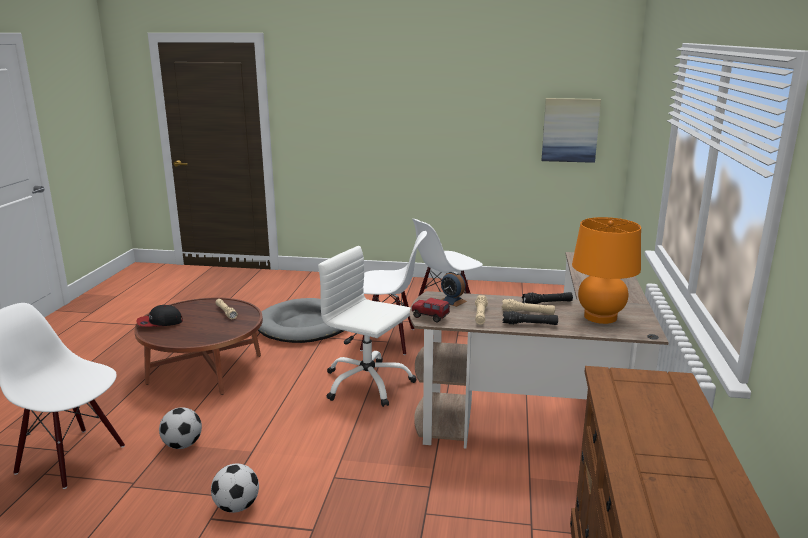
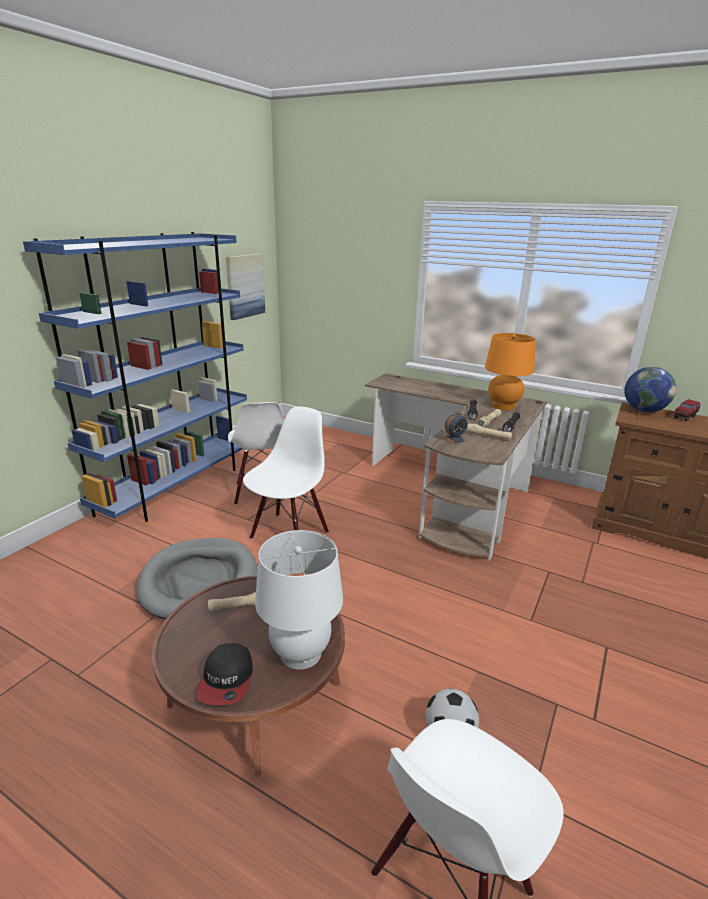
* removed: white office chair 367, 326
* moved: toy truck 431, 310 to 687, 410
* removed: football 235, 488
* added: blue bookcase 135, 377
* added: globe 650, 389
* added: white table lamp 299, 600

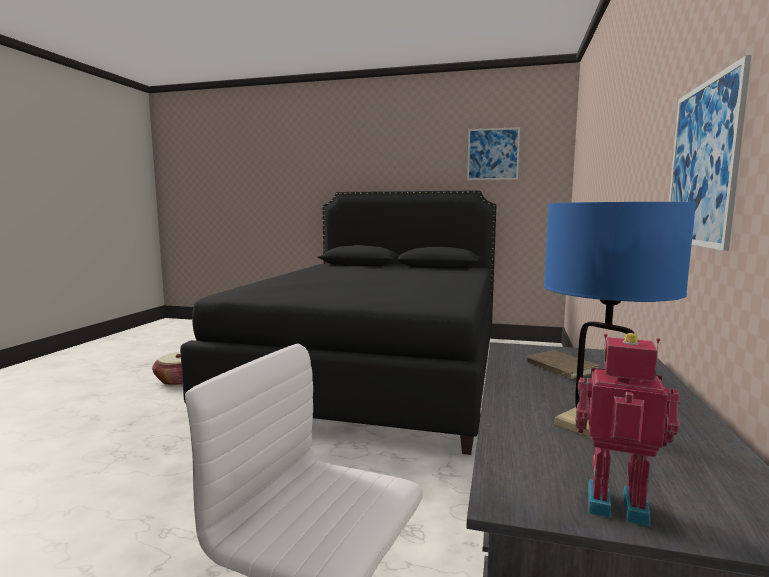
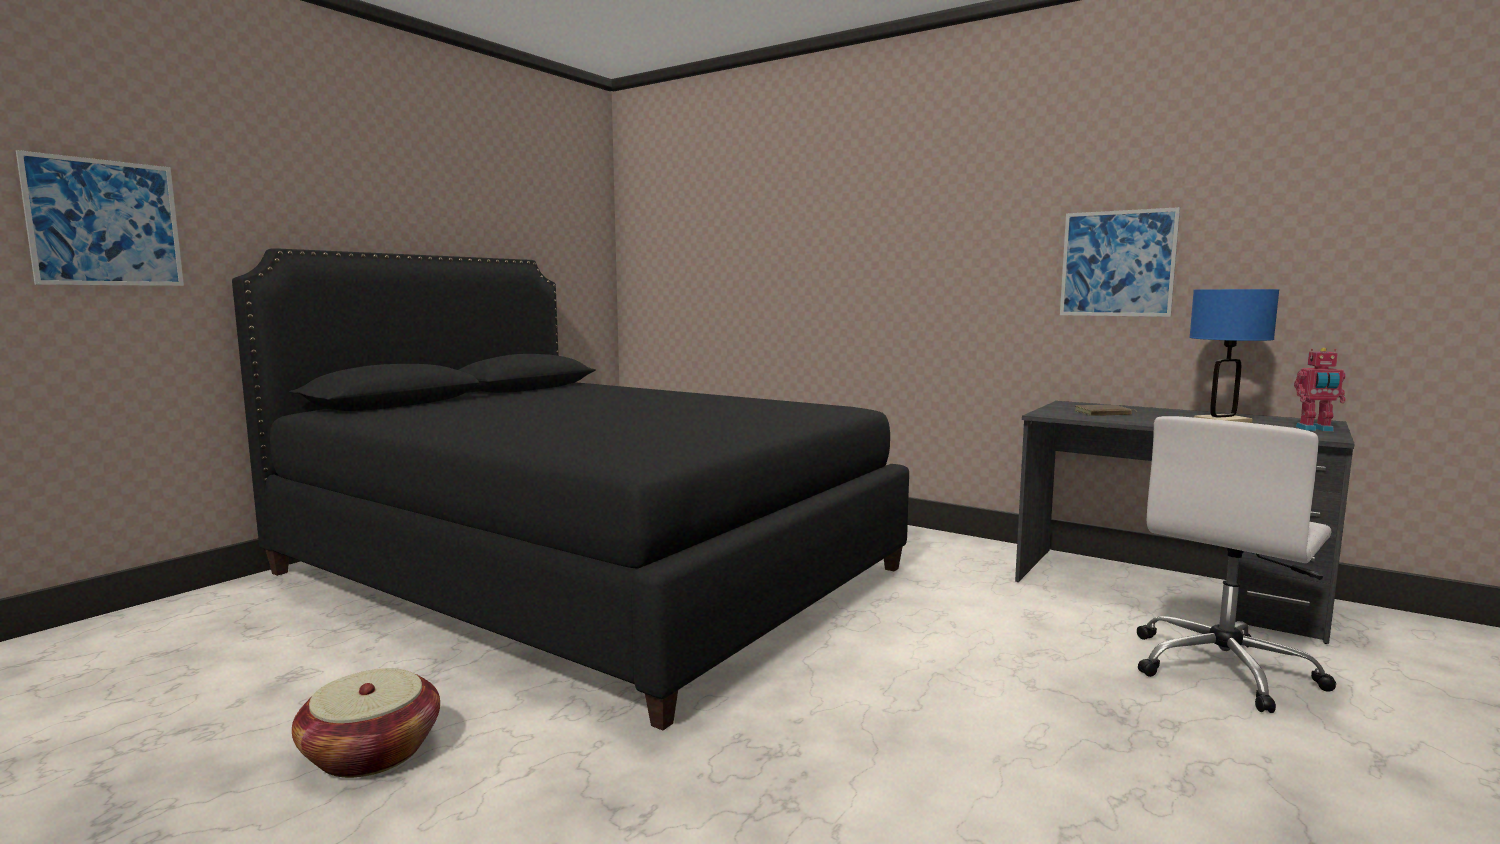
* moved: picture 493, 153 to 100, 218
* turned: toy robot 627, 430 = 1320, 390 120 degrees counterclockwise

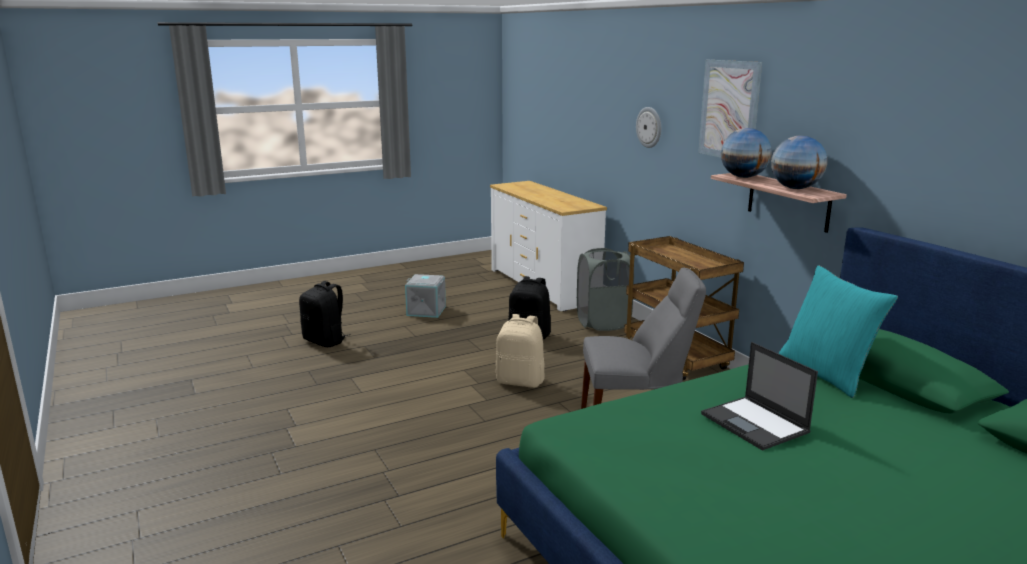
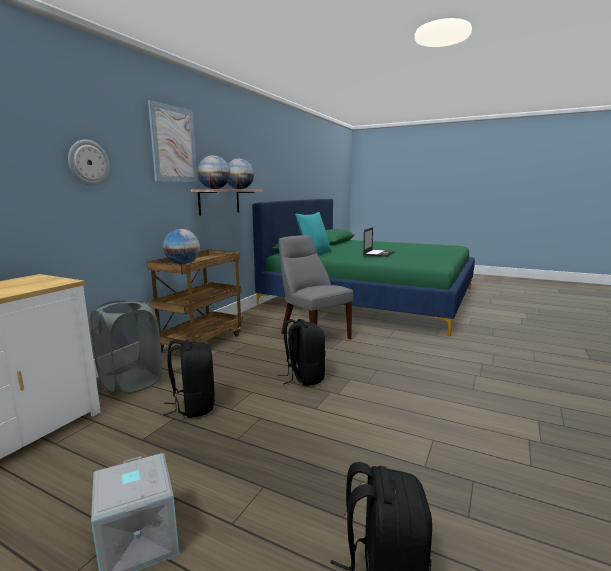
* recoloured: beige backpack 520, 351 to black backpack 302, 352
* added: globe 181, 246

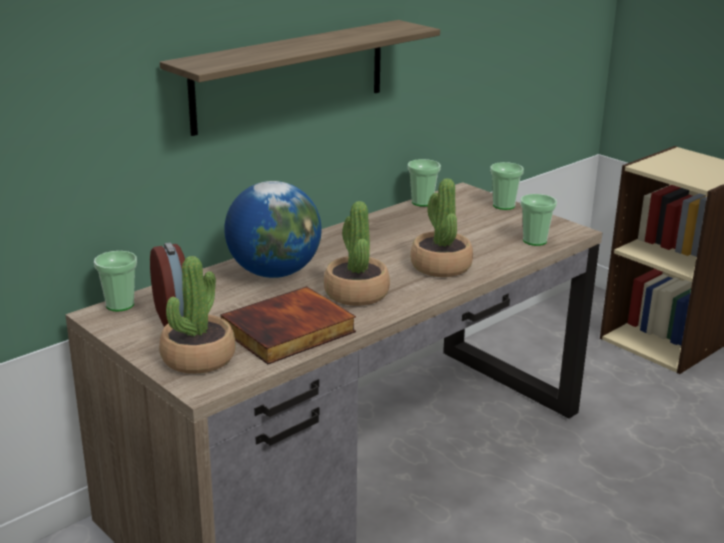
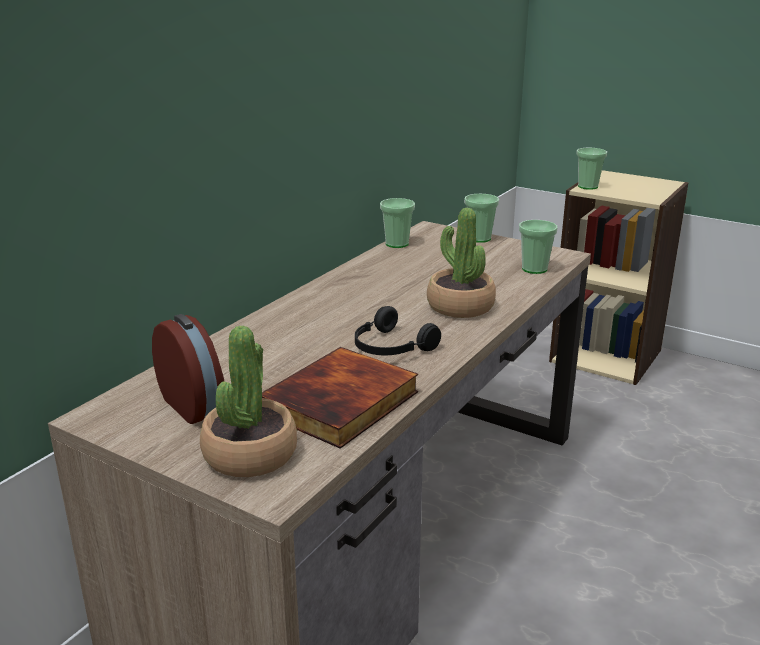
* removed: shelf 300, 78
* removed: globe 273, 229
* replaced: potted plant 357, 253 to black headphones 398, 330
* moved: cup 115, 281 to 591, 169

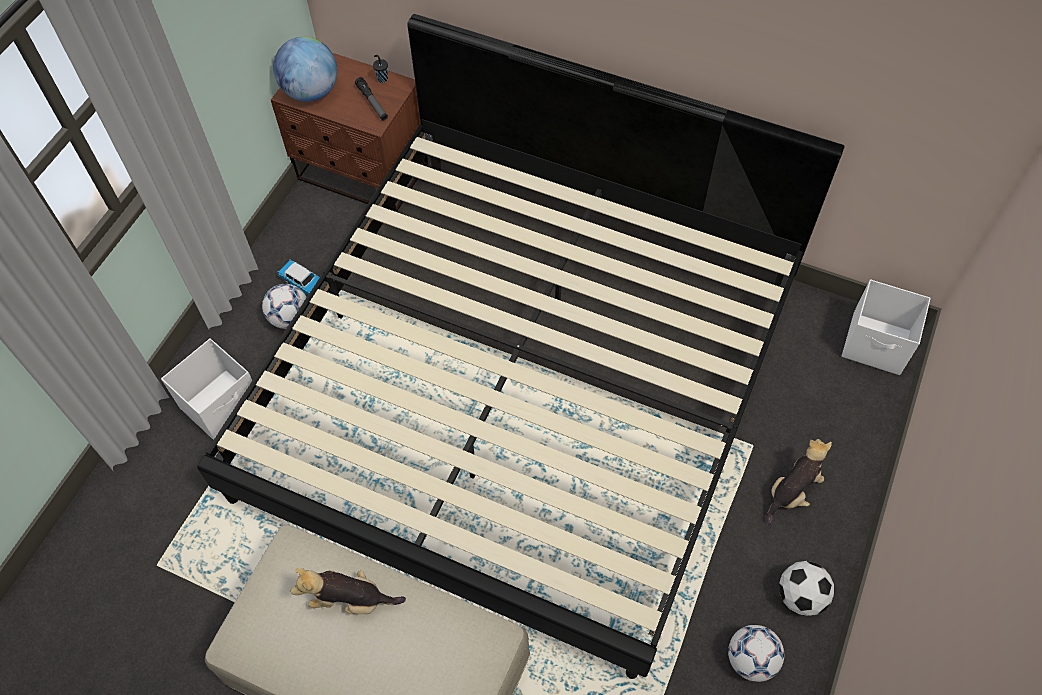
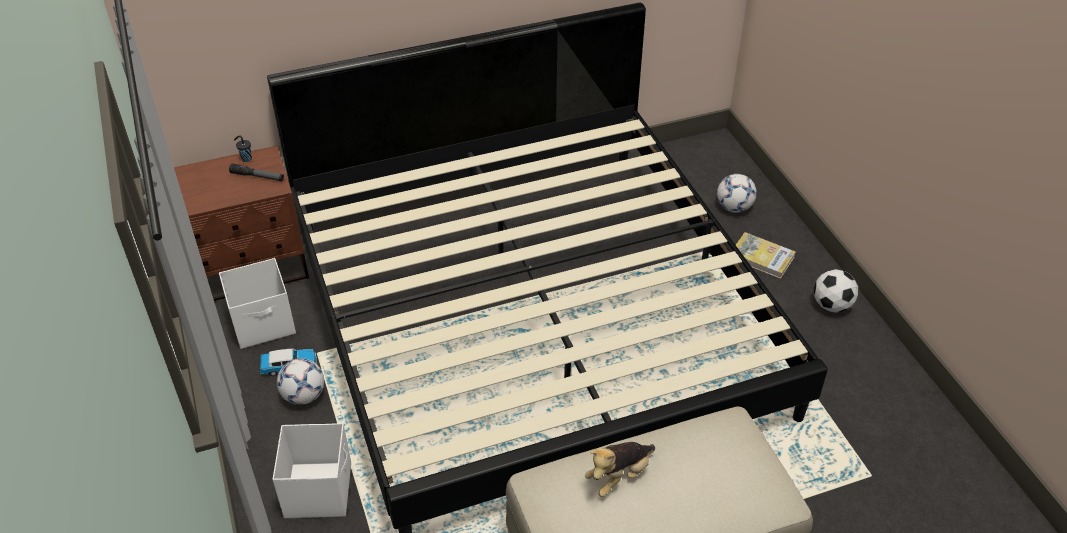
* removed: globe 305, 69
* moved: white storage box 886, 327 to 257, 303
* replaced: plush toy 799, 482 to book 766, 255
* moved: football 756, 653 to 737, 193

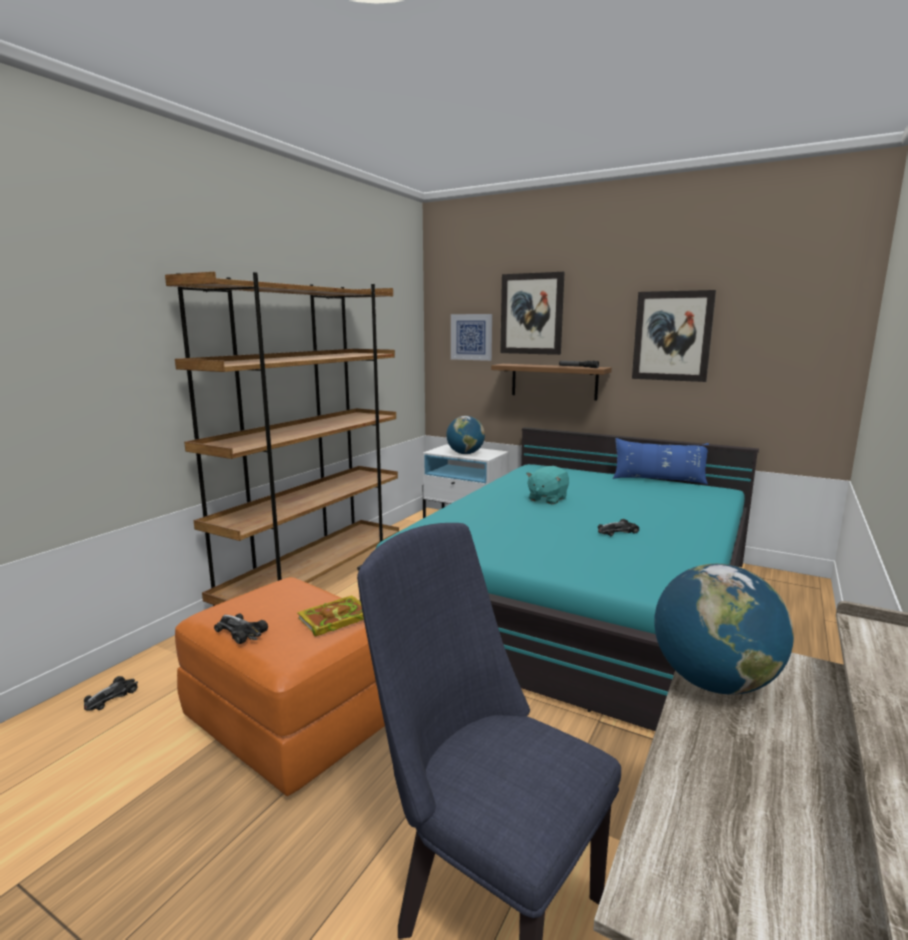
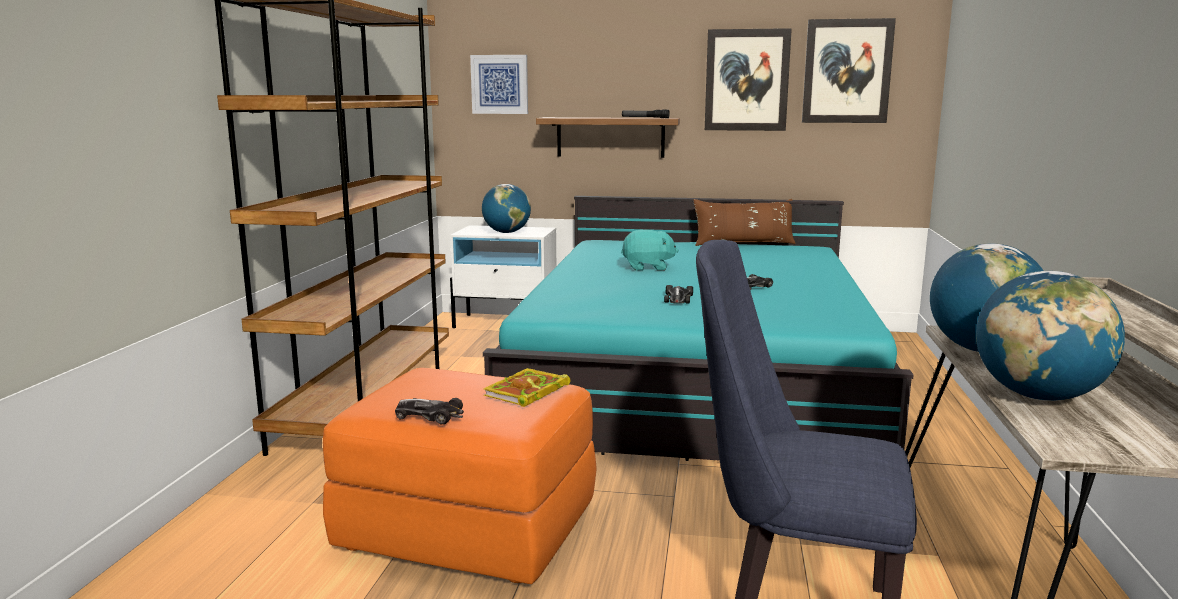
* moved: picture 532, 313 to 849, 70
* recoloured: blue pillow 661, 461 to brown pillow 744, 222
* turned: turquoise plush toy 547, 485 = 650, 250 105 degrees counterclockwise
* moved: toy car 111, 693 to 678, 294
* added: globe 1050, 336

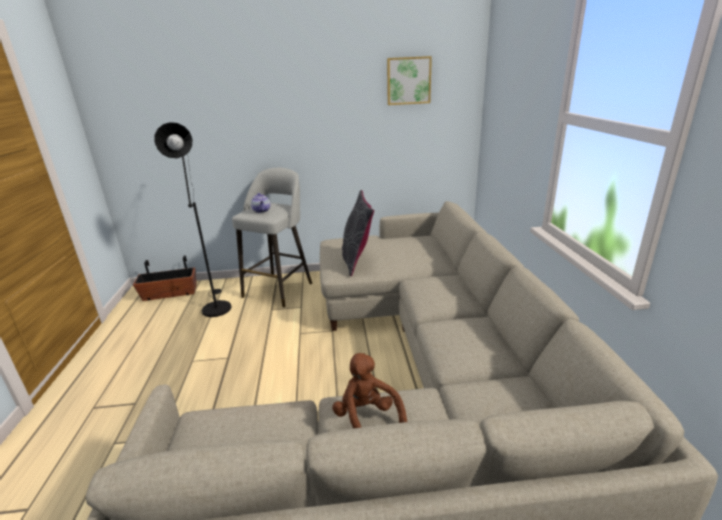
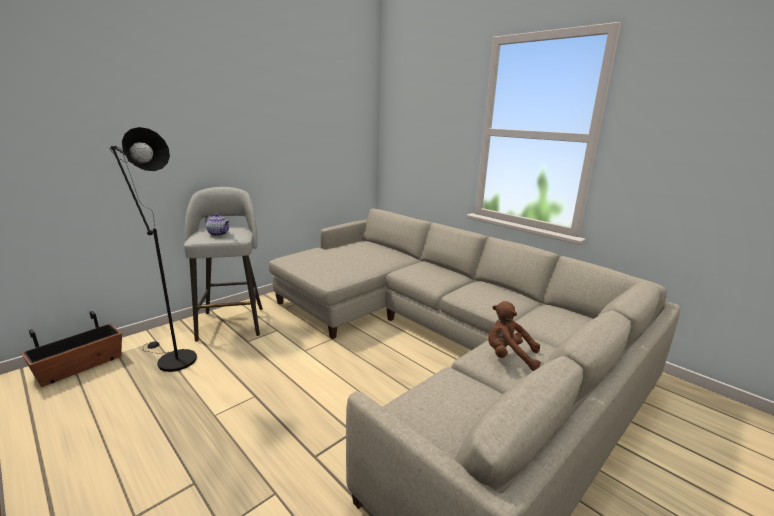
* removed: picture 409, 80
* removed: grey pillow 358, 233

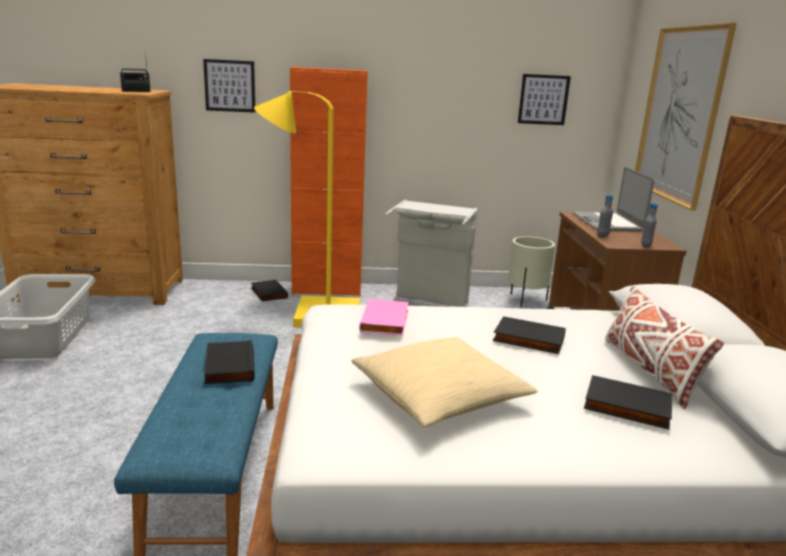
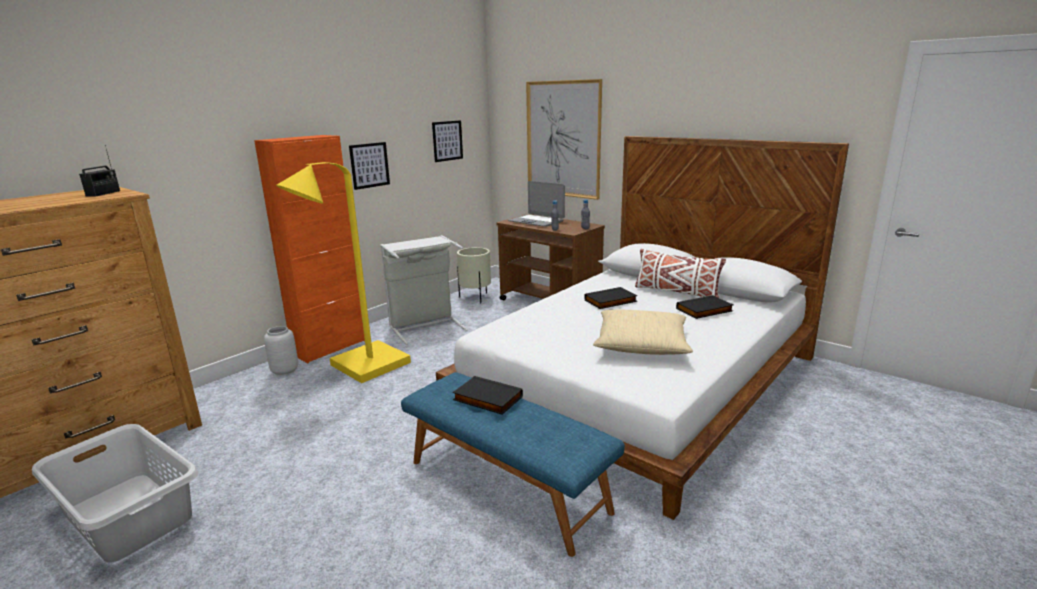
* moved: picture 229, 86 to 369, 166
* replaced: black book 269, 290 to grey vase 281, 351
* removed: pink book 383, 316

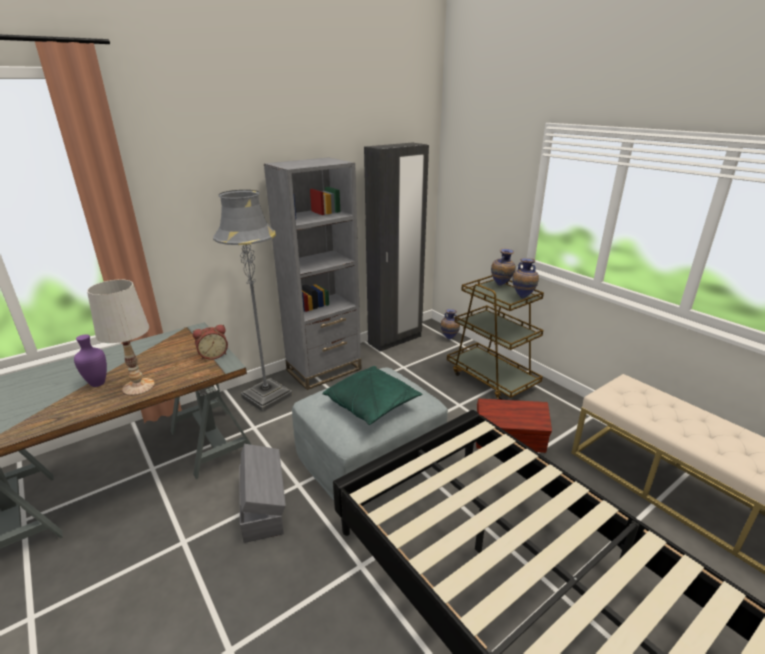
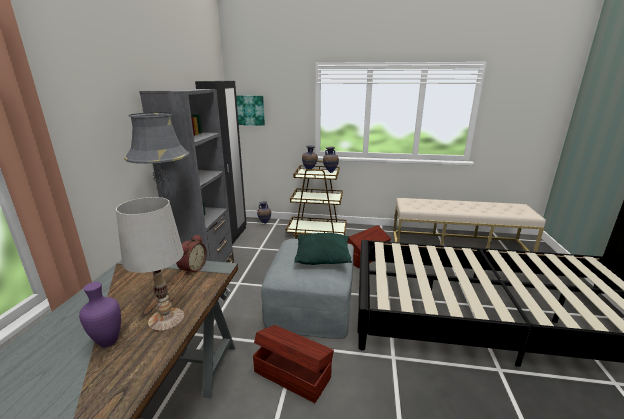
* recoloured: grey storage box 262, 493 to brown storage box 293, 364
* added: picture 250, 110

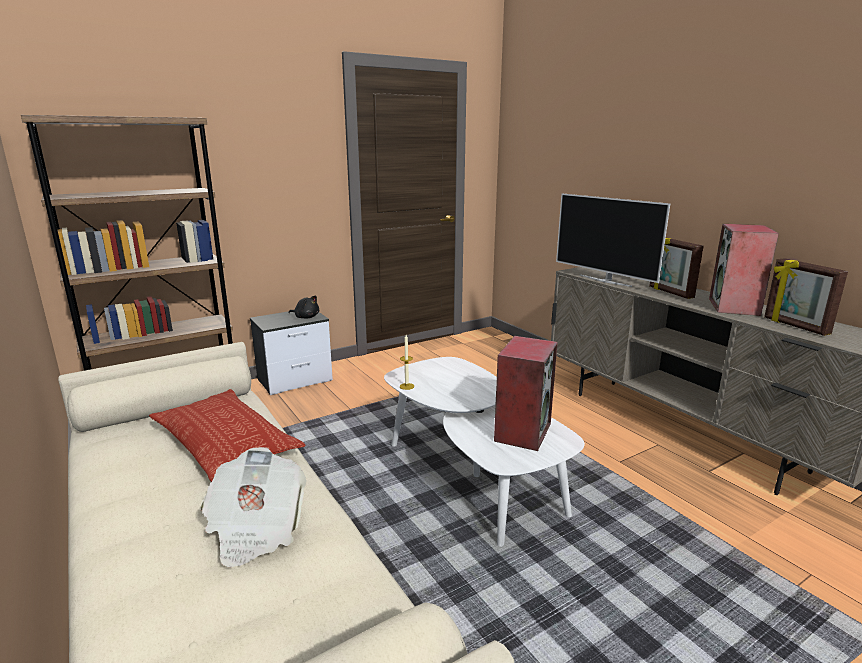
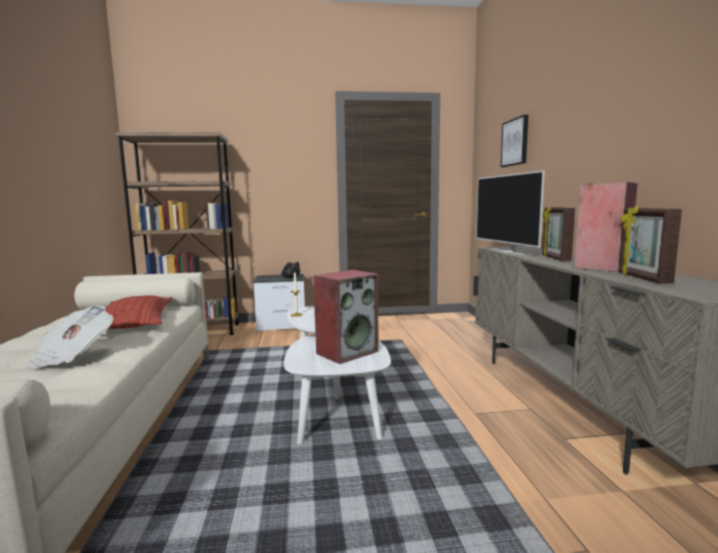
* added: picture 514, 141

